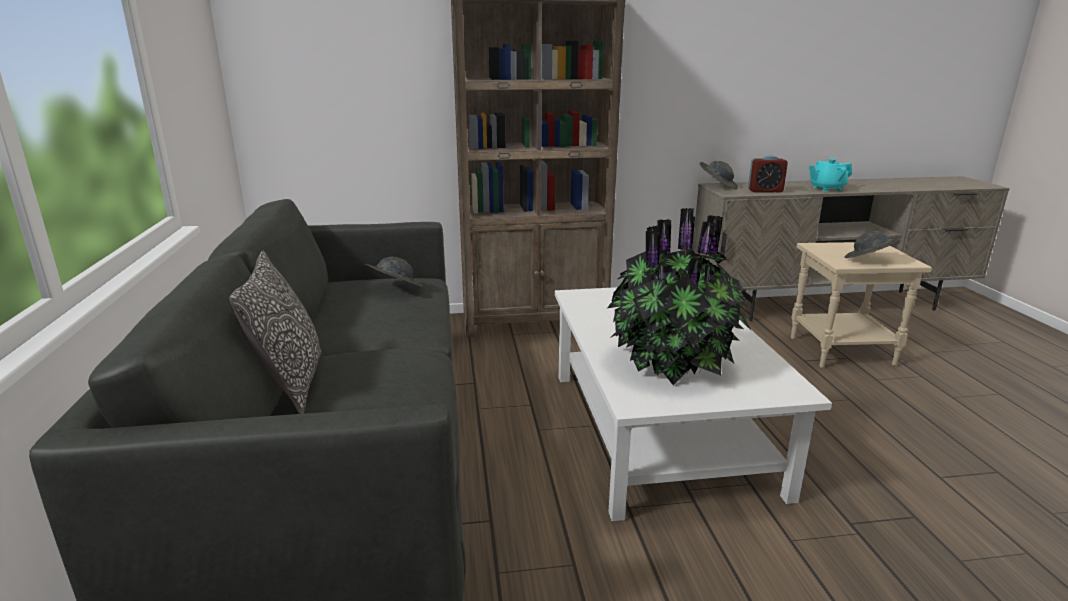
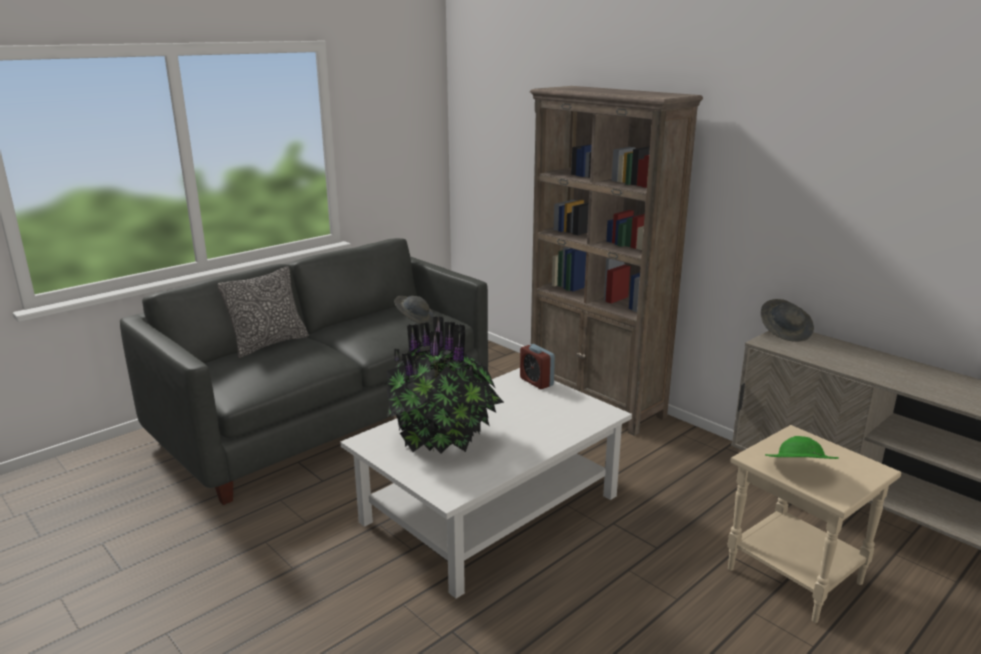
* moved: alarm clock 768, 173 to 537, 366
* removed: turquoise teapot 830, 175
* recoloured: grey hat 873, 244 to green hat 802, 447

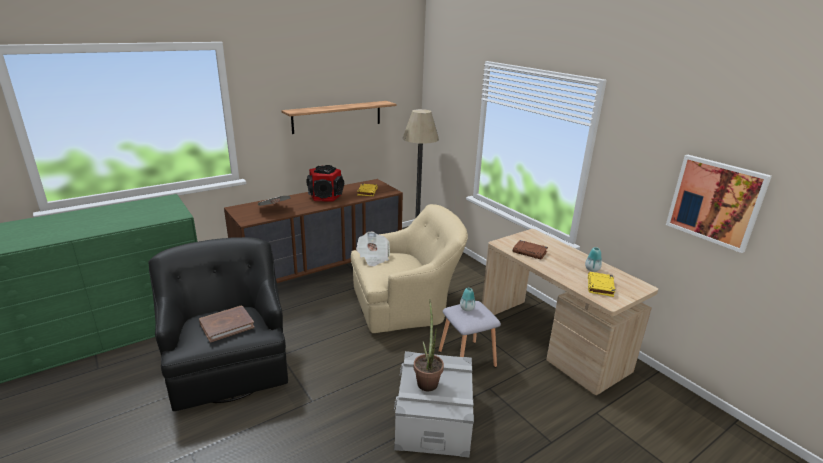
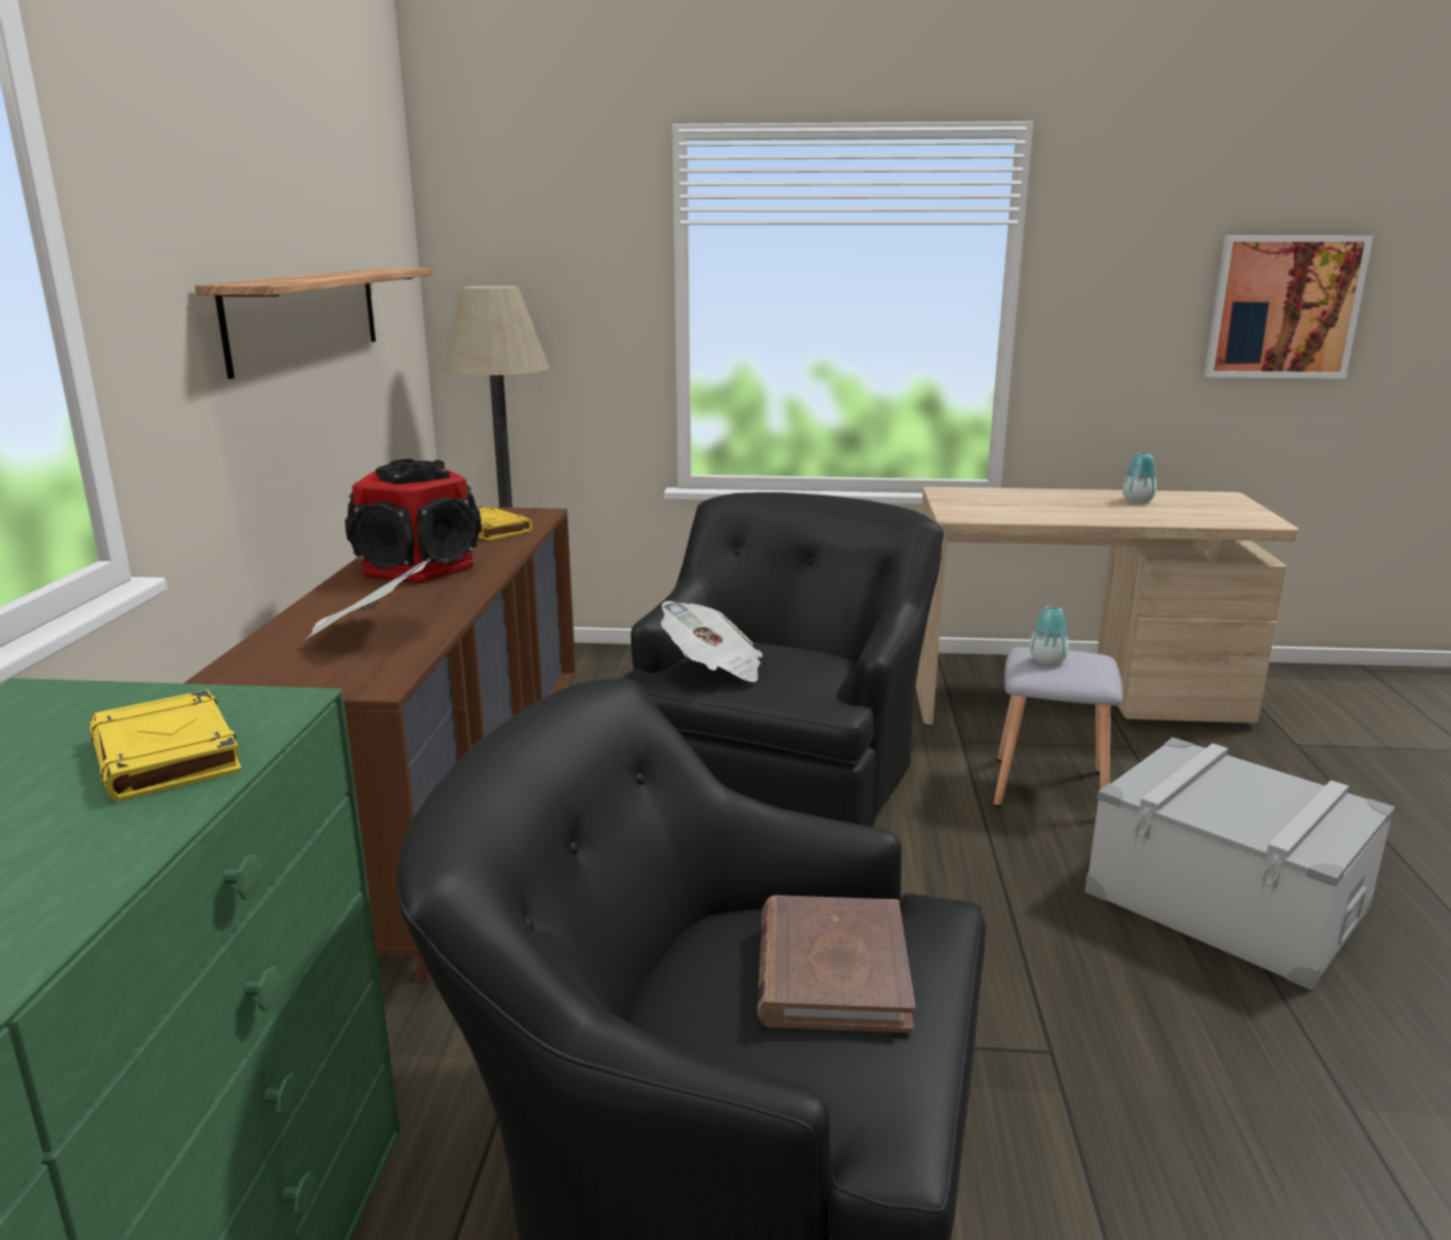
* recoloured: beige armchair 409, 268 to black armchair 782, 659
* removed: brown book 530, 250
* moved: yellow book 601, 284 to 166, 745
* removed: potted plant 429, 345

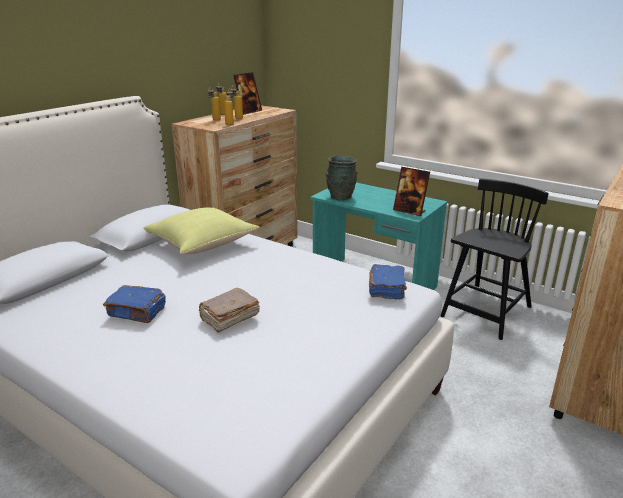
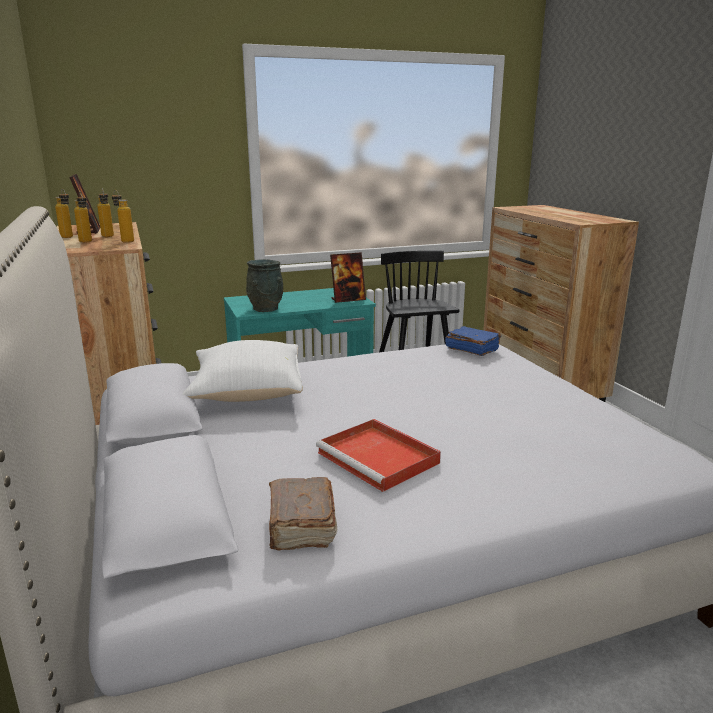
* recoloured: yellow pillow 201, 230 to white pillow 242, 371
* replaced: blue book 134, 304 to red tray 378, 455
* moved: brown book 229, 310 to 303, 514

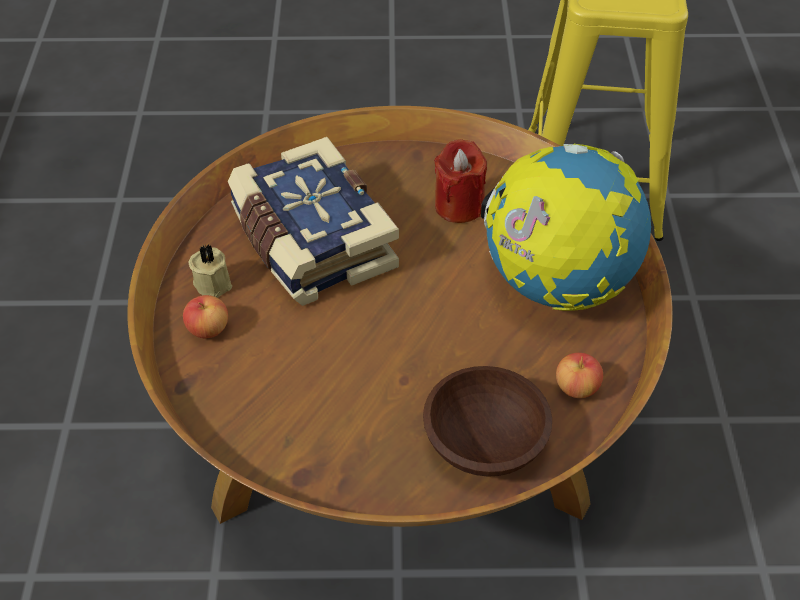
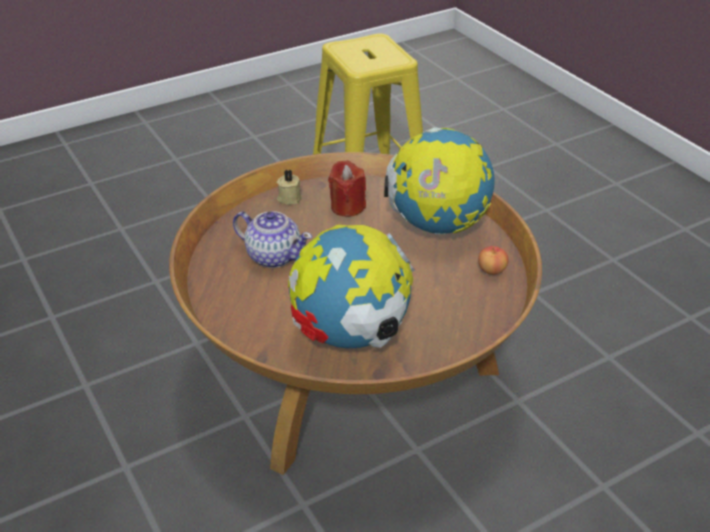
* replaced: book 313, 221 to teapot 272, 239
* moved: beige candle 210, 271 to 289, 186
* removed: apple 205, 316
* removed: brown bowl 487, 421
* added: globe 351, 287

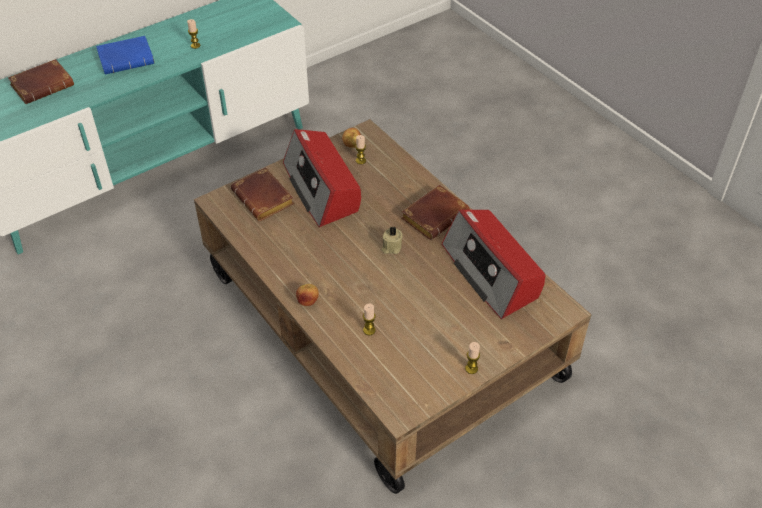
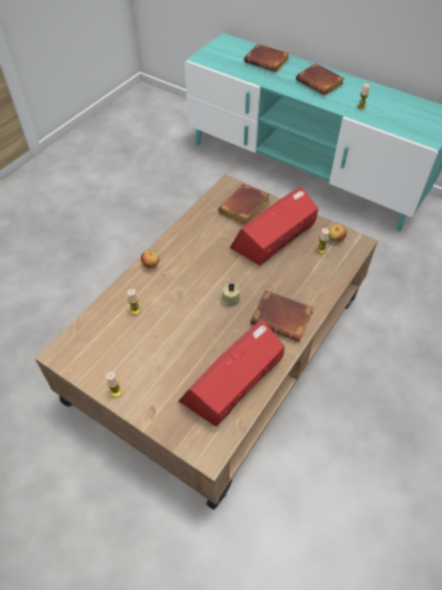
* recoloured: blue book 125, 55 to brown book 320, 79

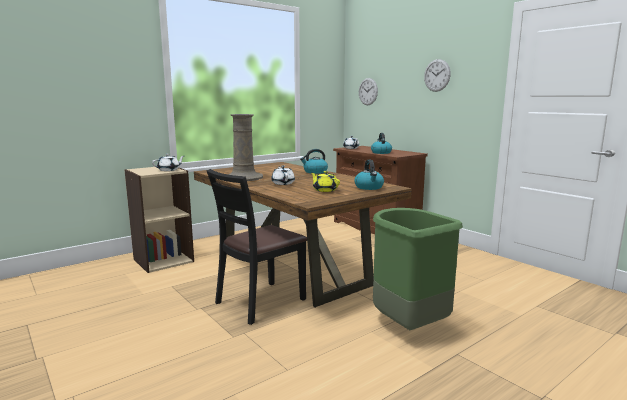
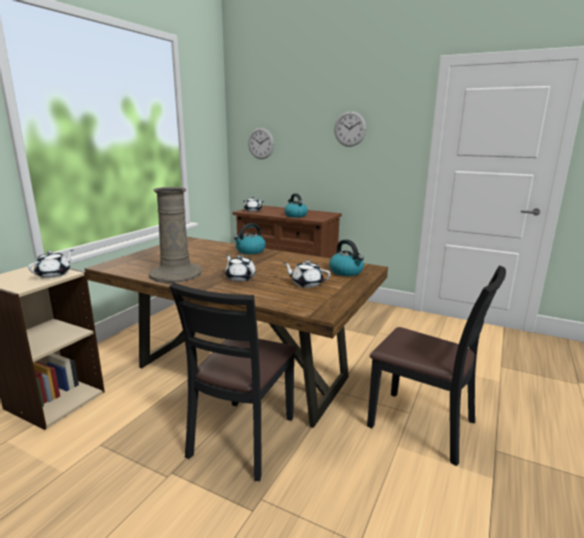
* recoloured: yellow teapot 325, 181 to white teapot 307, 274
* replaced: green trash can 418, 269 to black chair 436, 365

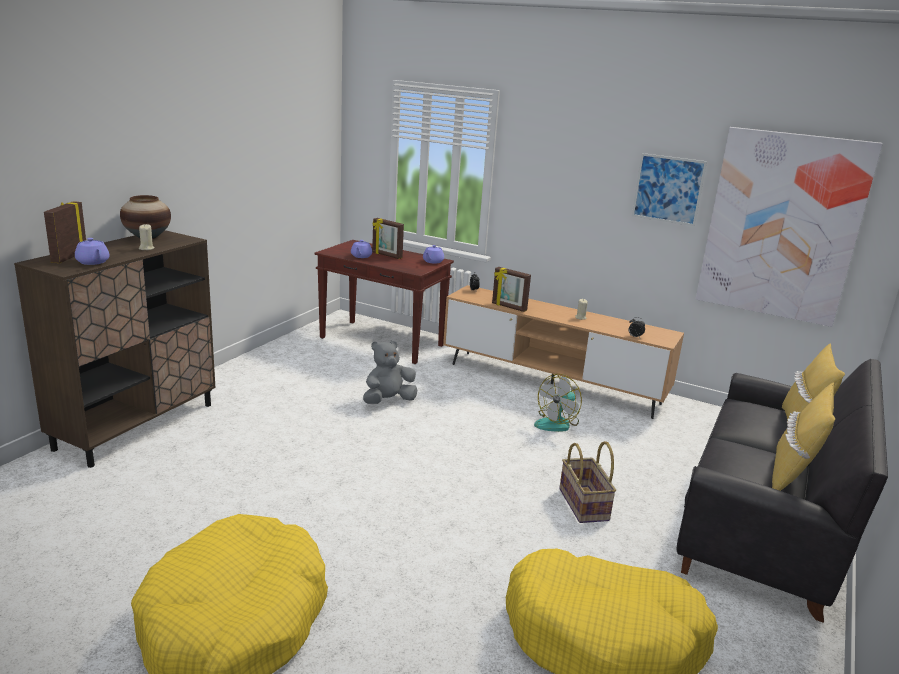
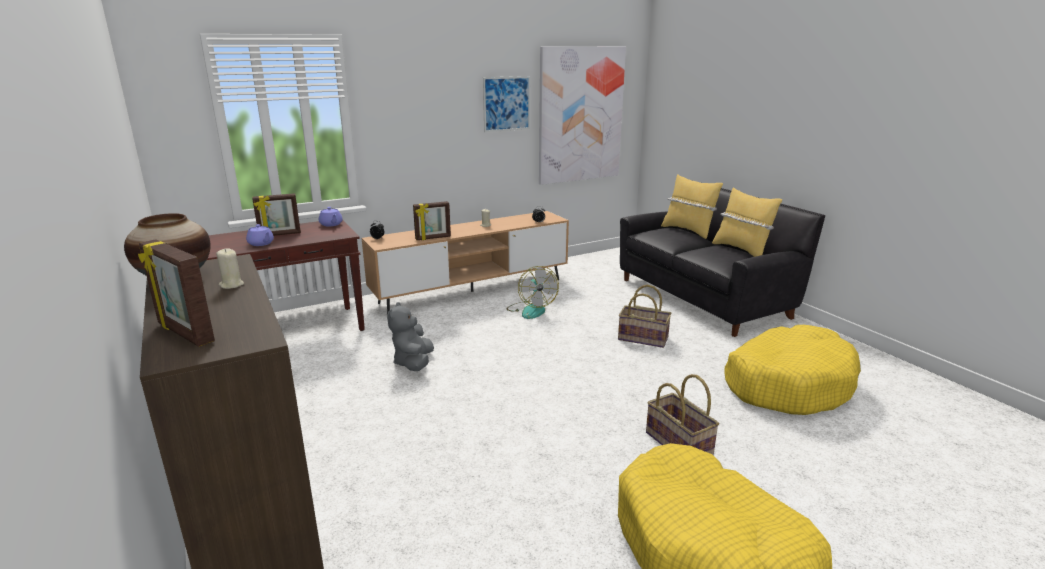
* removed: purple teapot 92, 251
* added: basket 682, 414

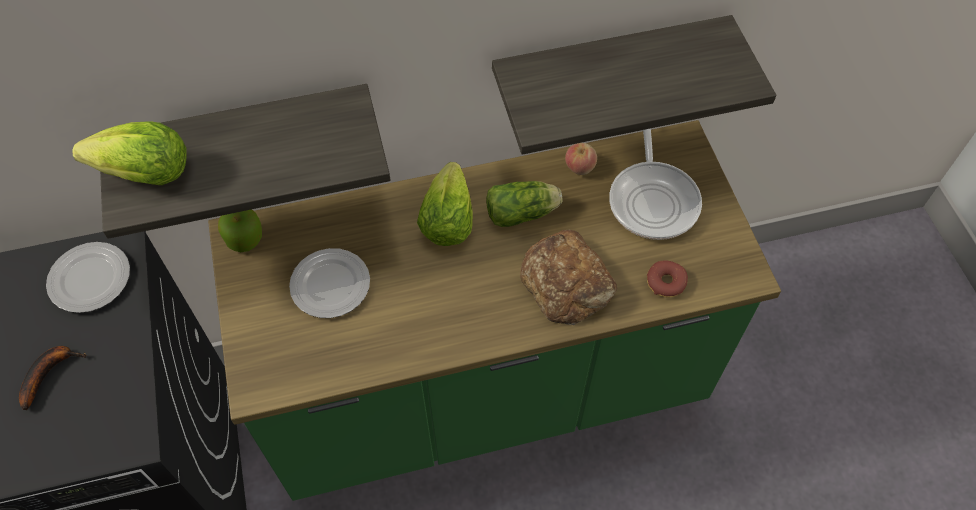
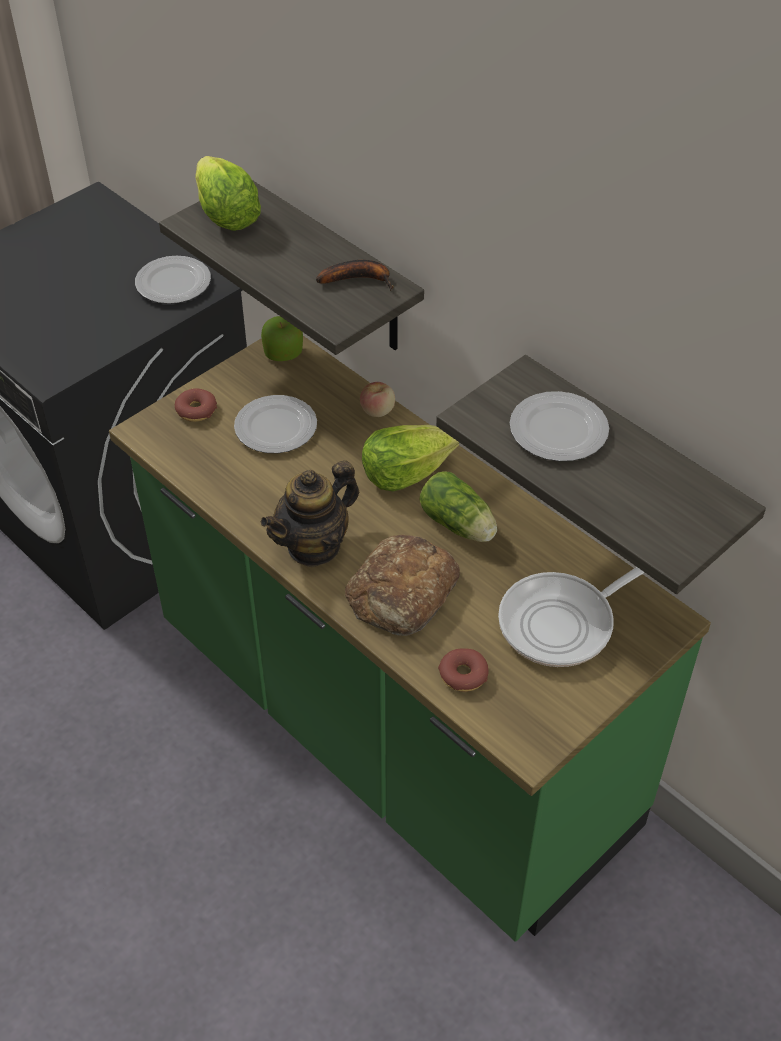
* moved: apple 581, 159 to 377, 399
* moved: banana 53, 378 to 355, 275
* added: donut 196, 405
* added: plate 559, 426
* added: teapot 310, 513

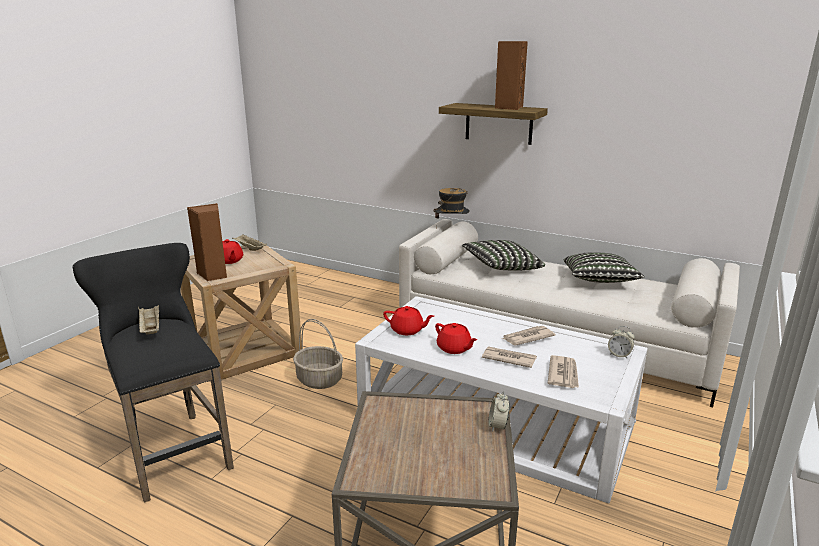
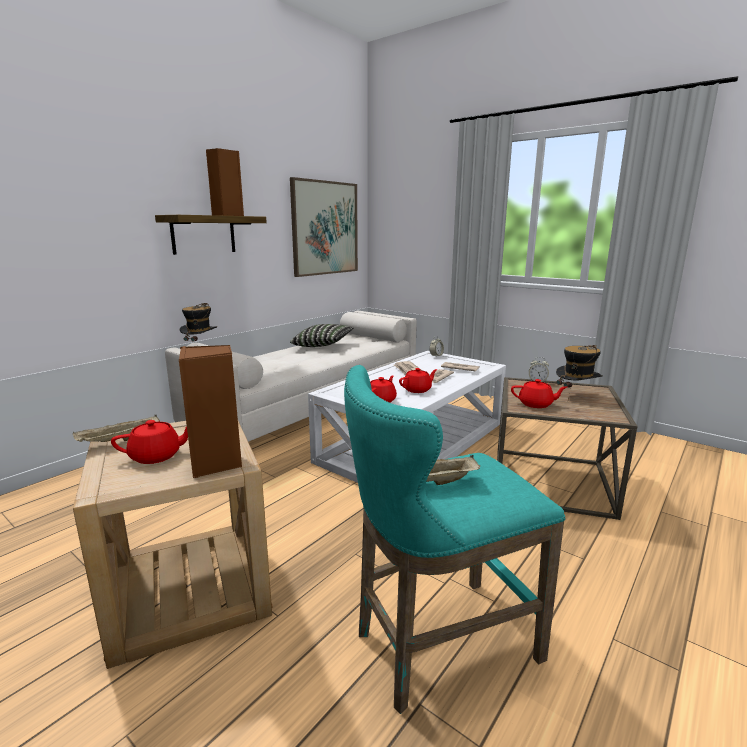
* removed: pillow 503, 255
* recoloured: black stool 153, 373 to turquoise stool 454, 539
* removed: basket 318, 354
* added: picture 324, 227
* added: hat 579, 372
* added: red teapot 539, 393

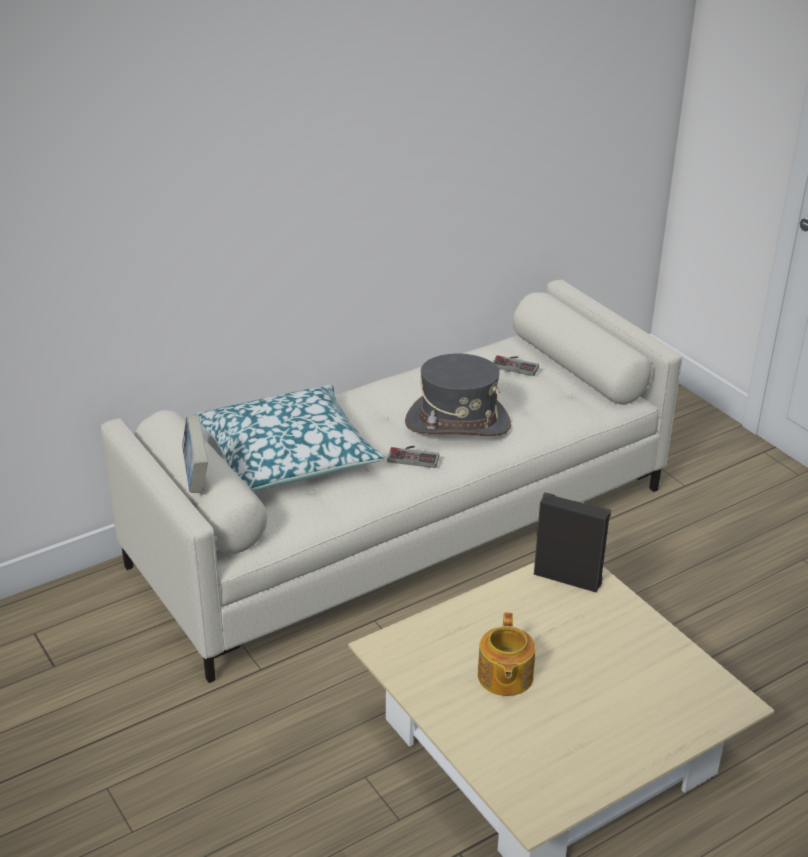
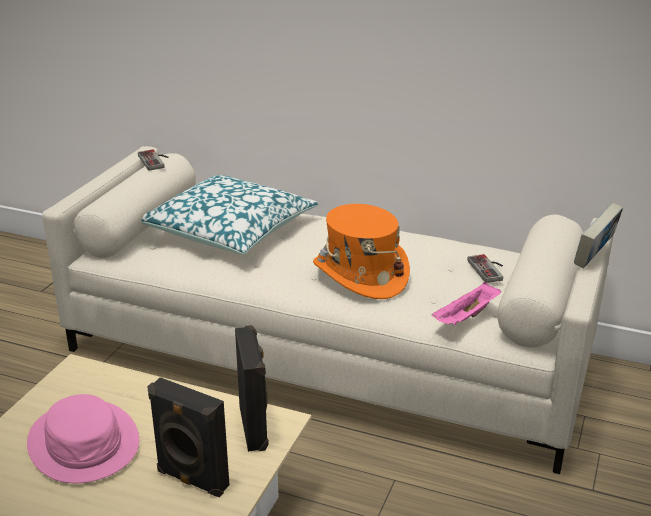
* recoloured: grey hat 458, 395 to orange hat 361, 251
* moved: book 195, 454 to 598, 236
* moved: game controller 413, 457 to 153, 160
* replaced: teapot 507, 654 to pink hat 83, 438
* added: pink tray 466, 303
* added: black speaker 188, 437

